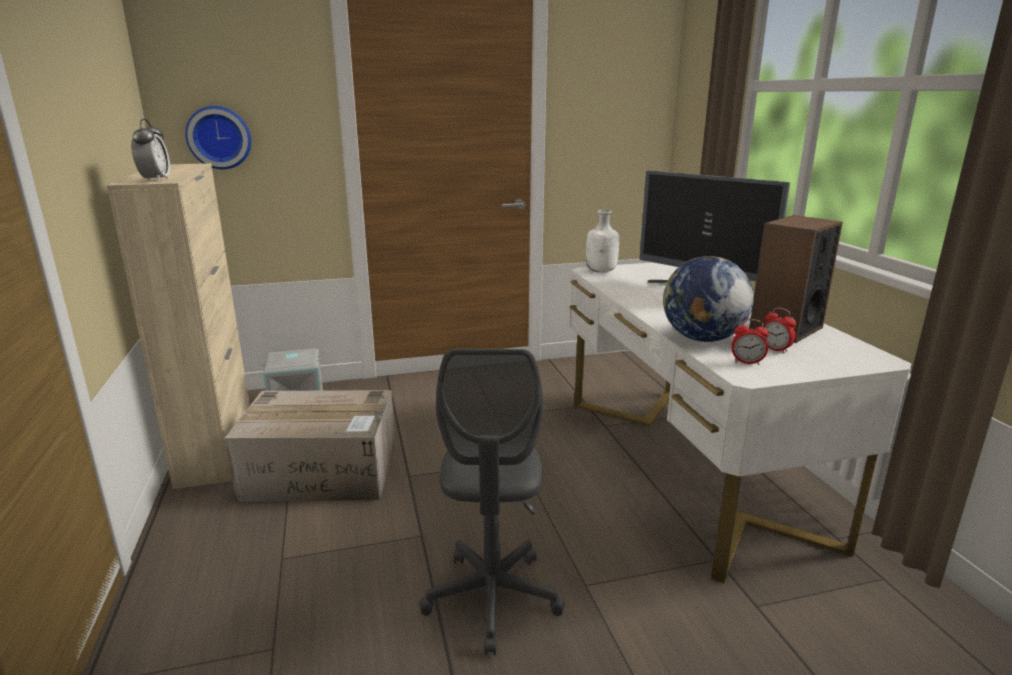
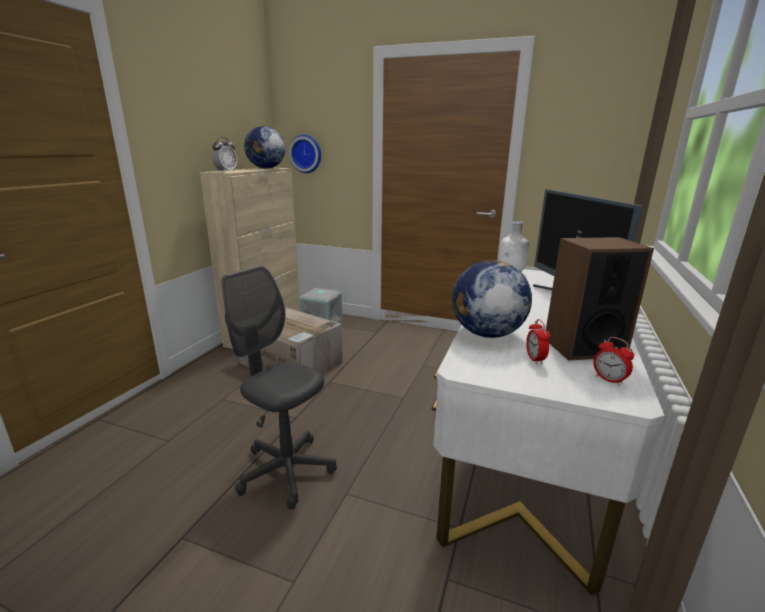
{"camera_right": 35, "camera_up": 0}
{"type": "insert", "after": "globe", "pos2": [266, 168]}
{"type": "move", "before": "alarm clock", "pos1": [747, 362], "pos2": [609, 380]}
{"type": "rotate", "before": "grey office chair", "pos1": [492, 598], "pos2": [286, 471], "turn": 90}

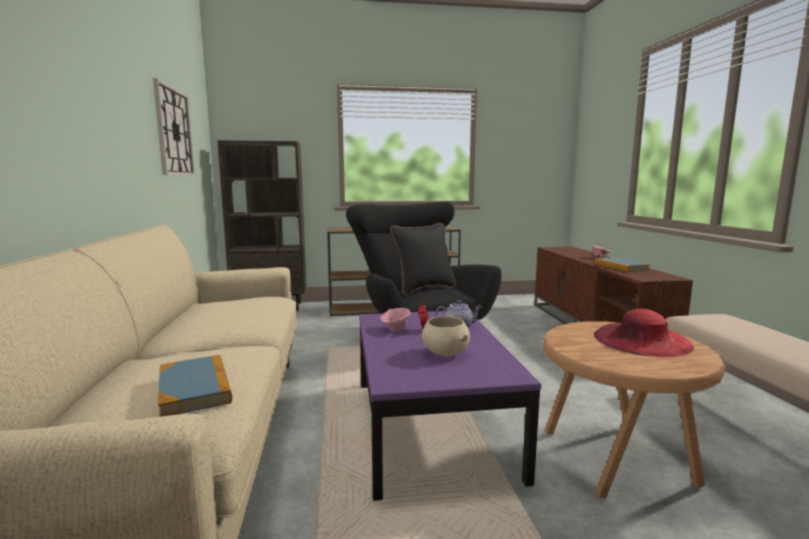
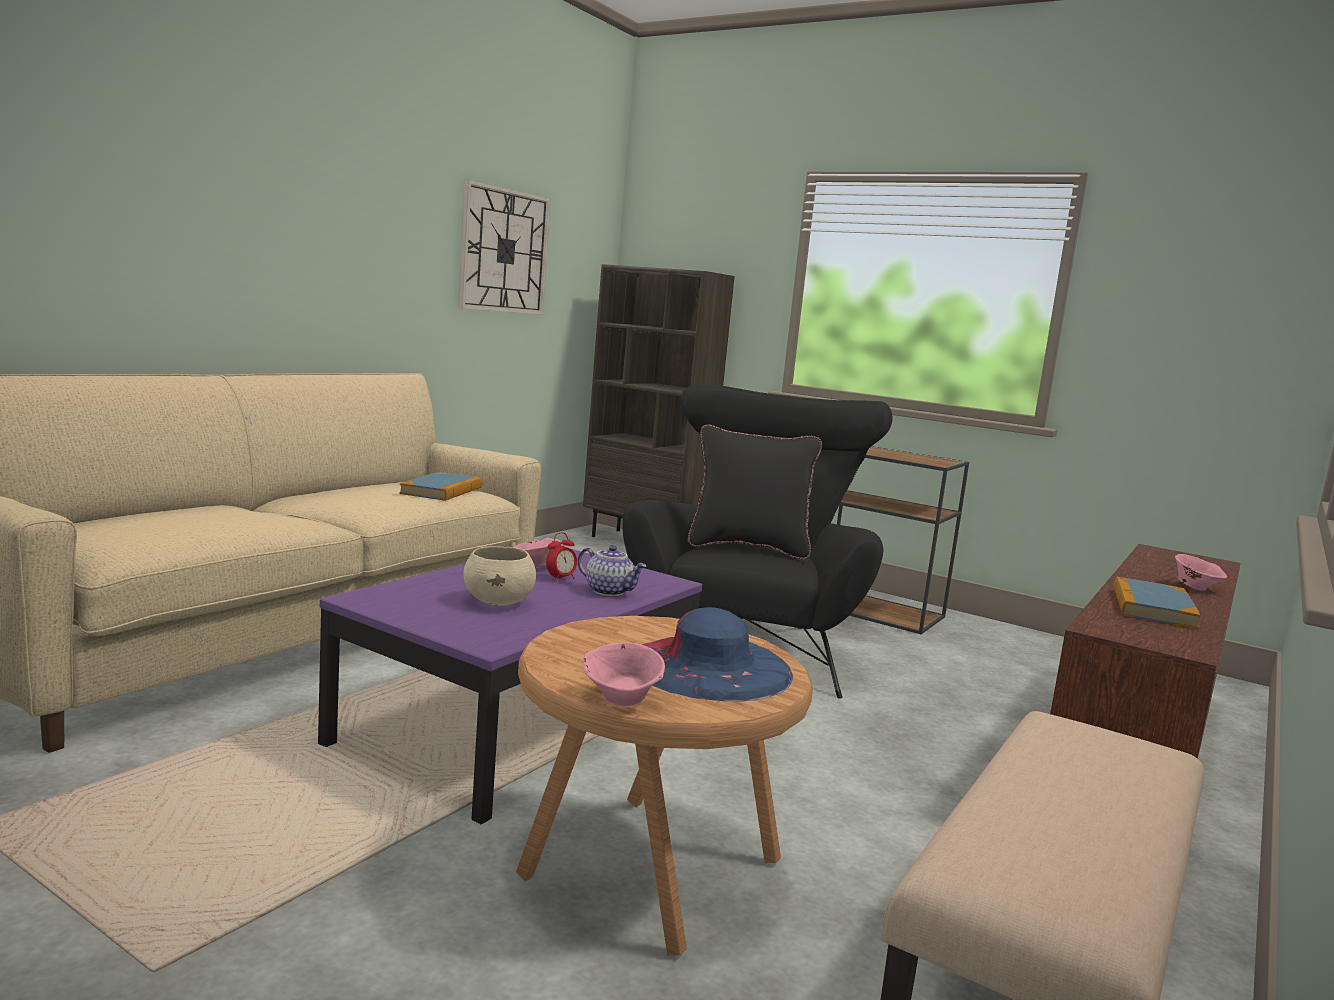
{"camera_right": 40, "camera_up": 0}
{"type": "insert", "after": "pink bowl", "pos2": [622, 700]}
{"type": "move", "before": "book", "pos1": [194, 388], "pos2": [442, 490]}
{"type": "recolor", "before": "red hat", "after": "blue hat", "pos1": [641, 340], "pos2": [709, 667]}

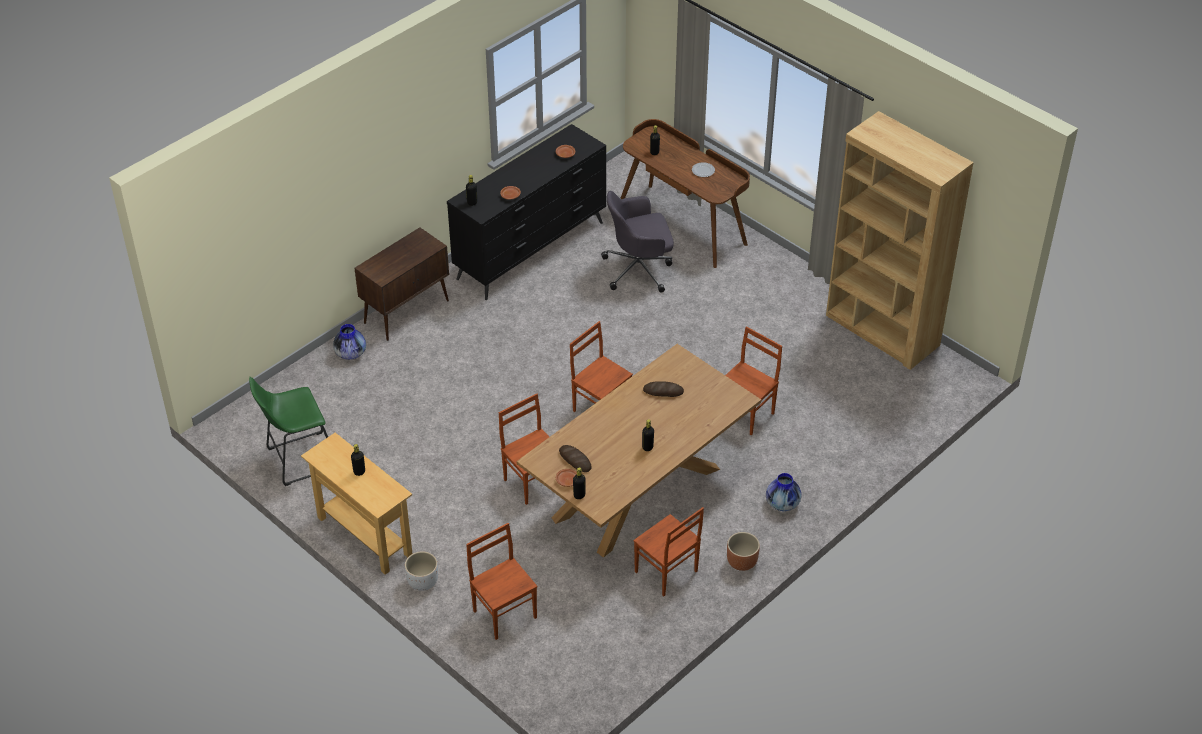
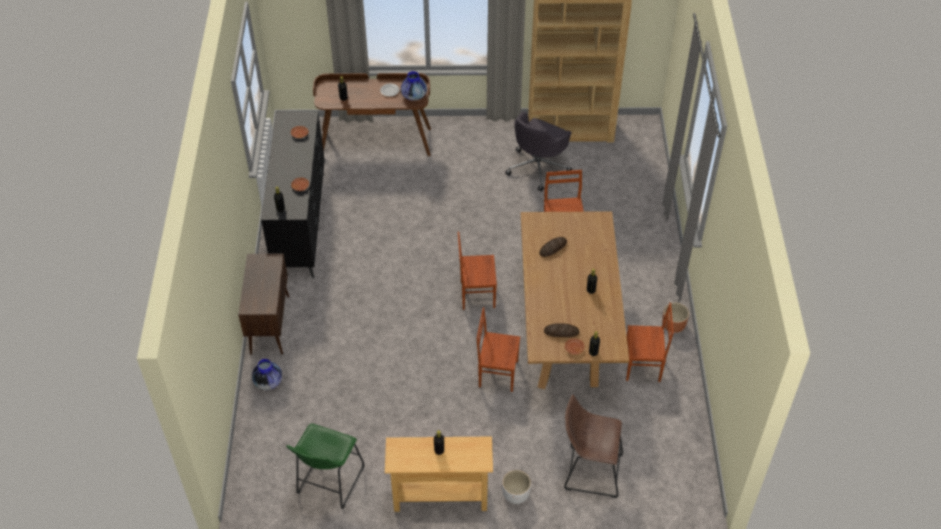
{"camera_right": -45, "camera_up": 5}
{"type": "move", "before": "grey office chair", "pos1": [639, 269], "pos2": [538, 167]}
{"type": "move", "before": "vase", "pos1": [782, 504], "pos2": [414, 96]}
{"type": "replace", "before": "brown chair", "after": "brown stool", "pos1": [505, 613], "pos2": [589, 470]}

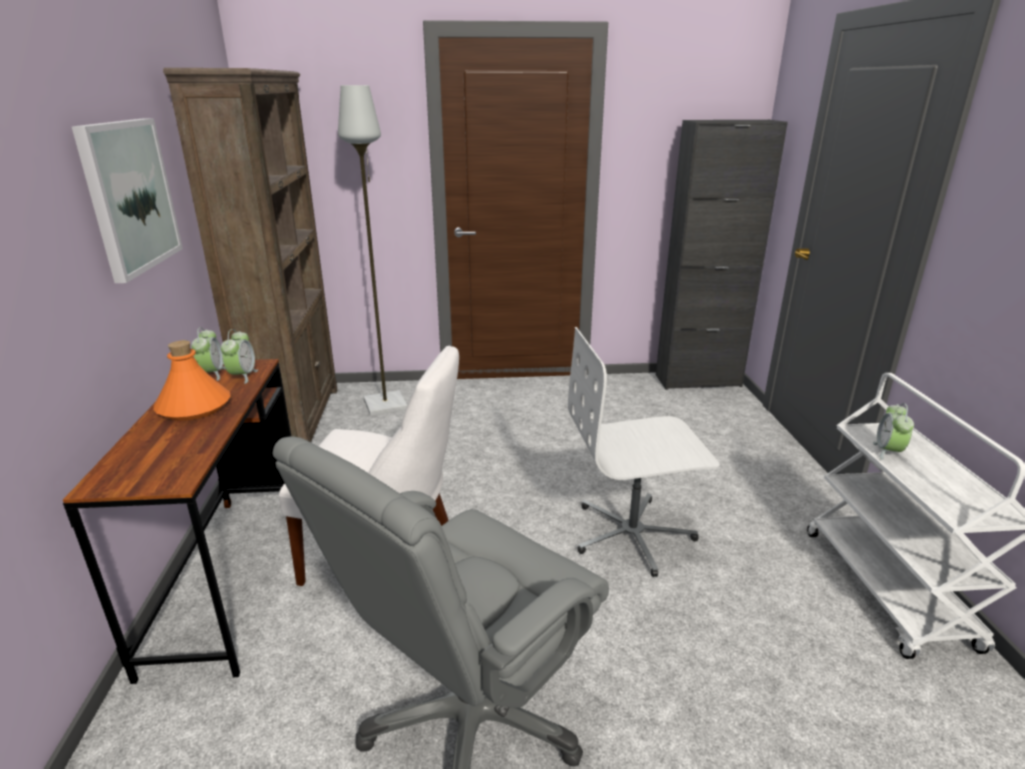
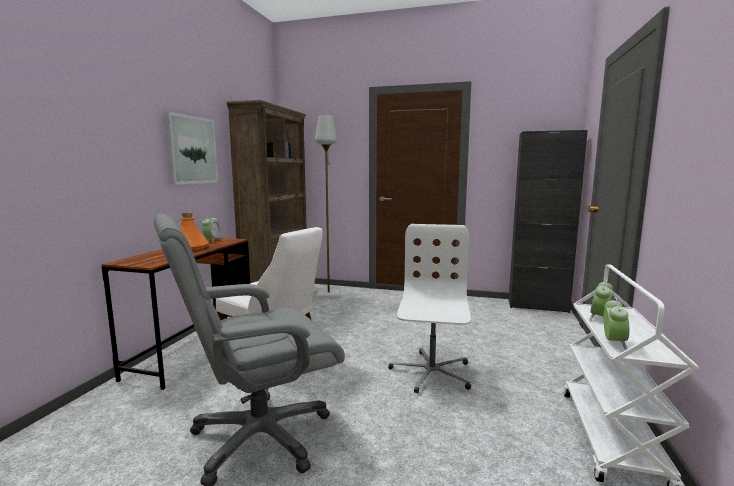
{"camera_right": 20, "camera_up": -15}
{"type": "move", "before": "alarm clock", "pos1": [242, 376], "pos2": [613, 343]}
{"type": "rotate", "before": "white office chair", "pos1": [633, 534], "pos2": [431, 372], "turn": 90}

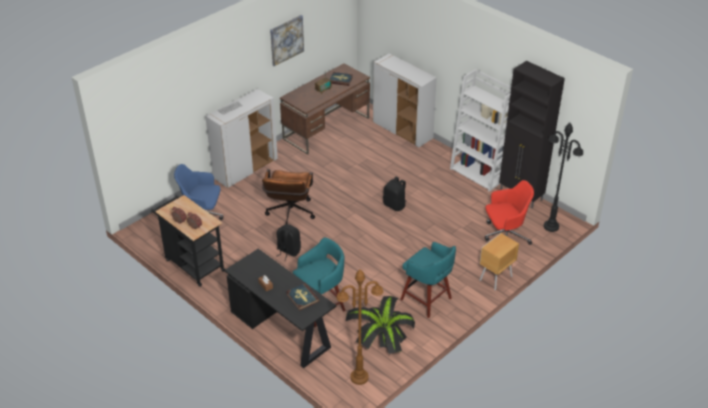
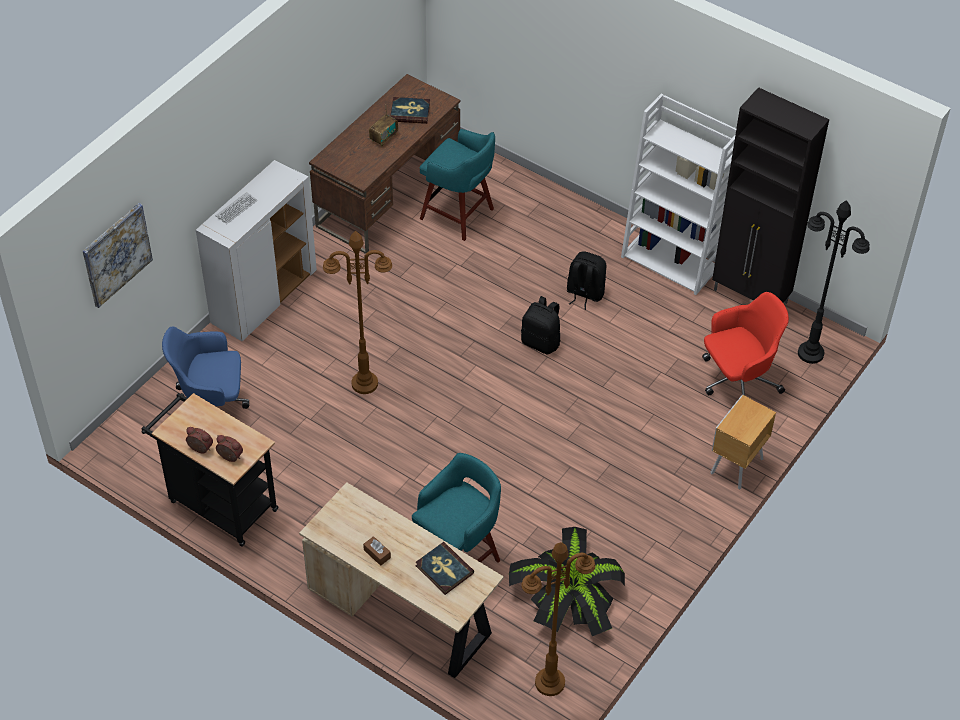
{"camera_right": -10, "camera_up": 10}
{"type": "delete", "before": "white cabinet", "pos1": [403, 131]}
{"type": "move", "before": "picture", "pos1": [286, 40], "pos2": [116, 254]}
{"type": "move", "before": "black backpack", "pos1": [288, 251], "pos2": [584, 293]}
{"type": "move", "before": "turquoise stool", "pos1": [427, 300], "pos2": [459, 215]}
{"type": "replace", "before": "brown office chair", "after": "brown floor lamp", "pos1": [289, 215], "pos2": [364, 384]}
{"type": "recolor", "before": "black desk", "after": "beige desk", "pos1": [282, 330], "pos2": [402, 612]}

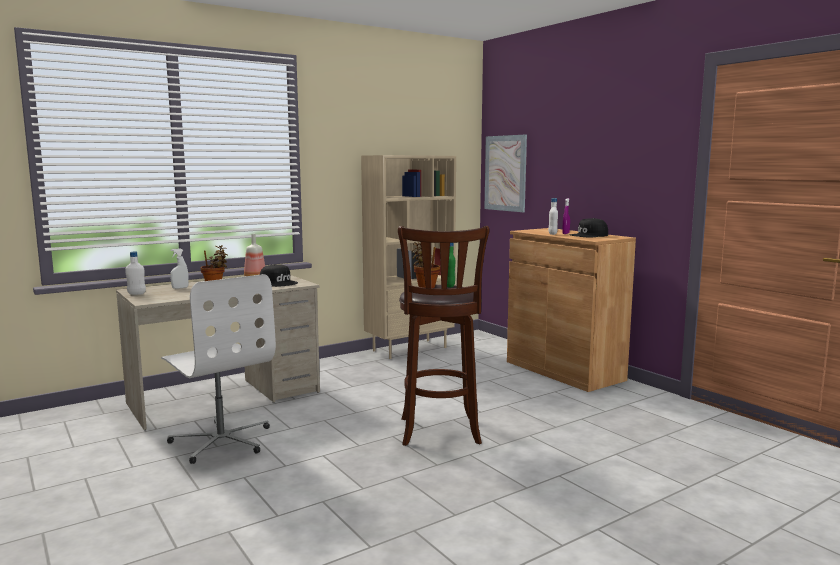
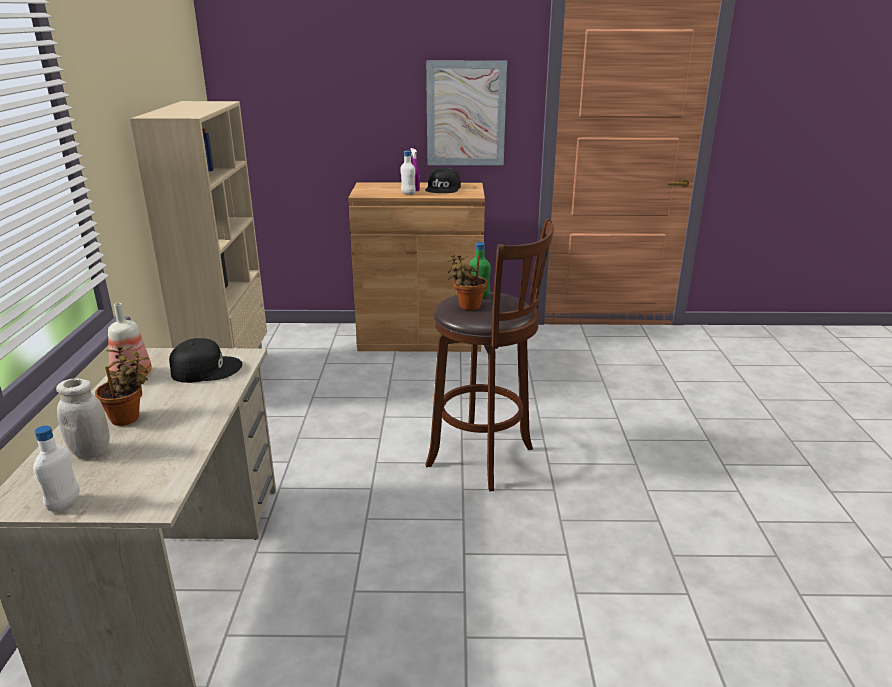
{"camera_right": -55, "camera_up": 15}
{"type": "delete", "before": "white office chair", "pos1": [222, 441]}
{"type": "move", "before": "picture", "pos1": [505, 173], "pos2": [466, 114]}
{"type": "replace", "before": "white spray bottle", "after": "white jar", "pos1": [180, 288], "pos2": [91, 451]}

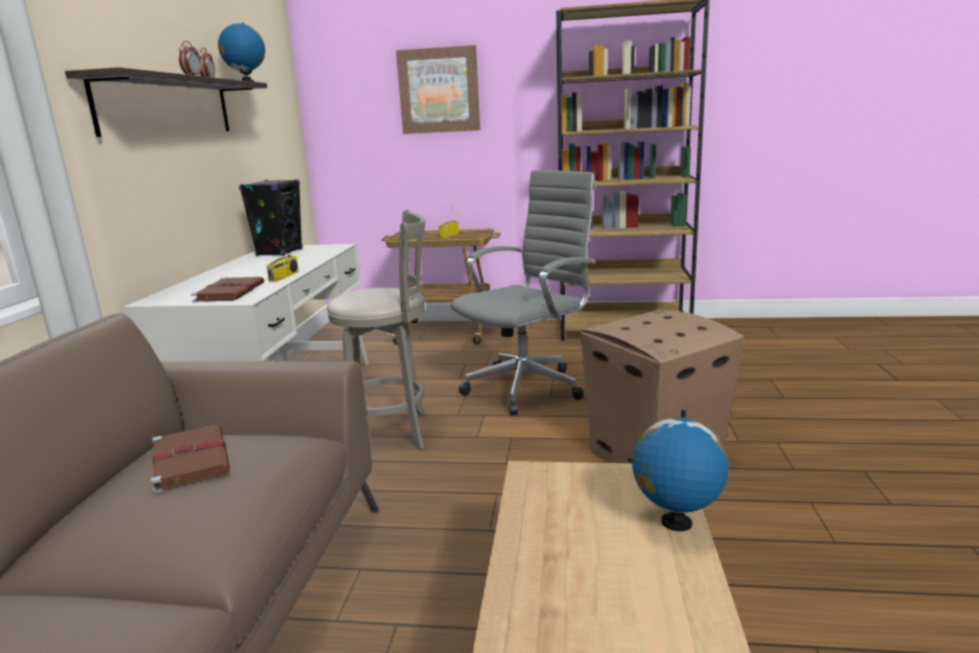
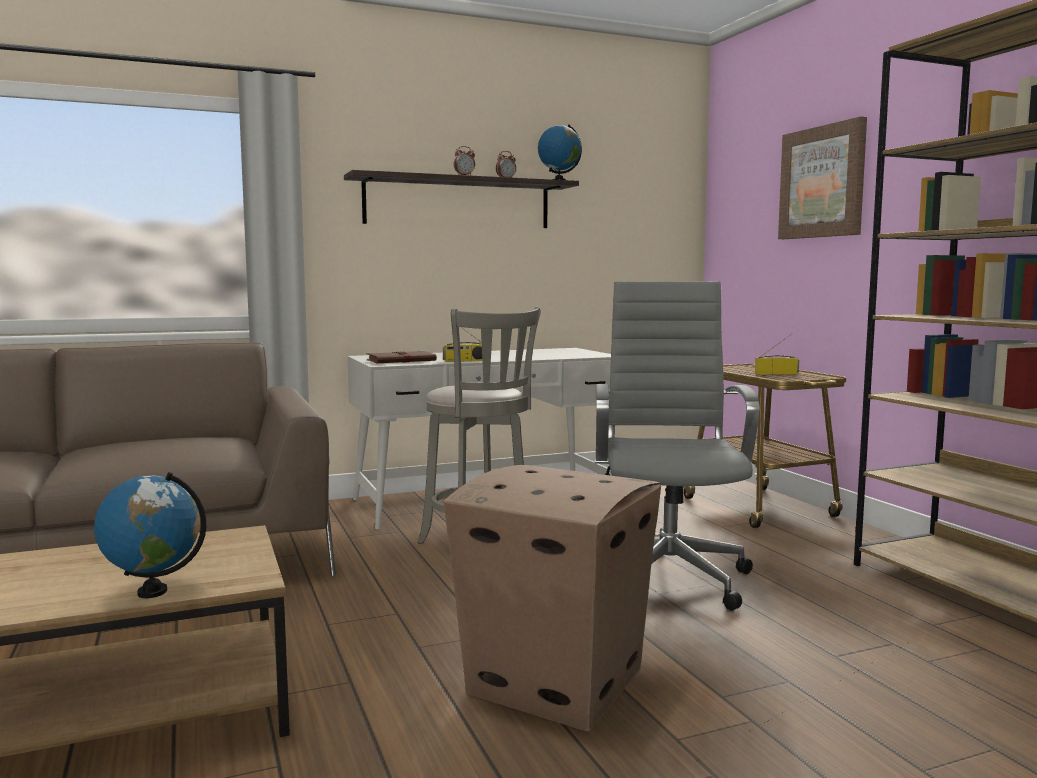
{"camera_right": 60, "camera_up": -10}
{"type": "delete", "before": "brown book", "pos1": [190, 459]}
{"type": "delete", "before": "black speaker", "pos1": [279, 252]}
{"type": "rotate", "before": "grey office chair", "pos1": [528, 387], "pos2": [668, 576], "turn": -105}

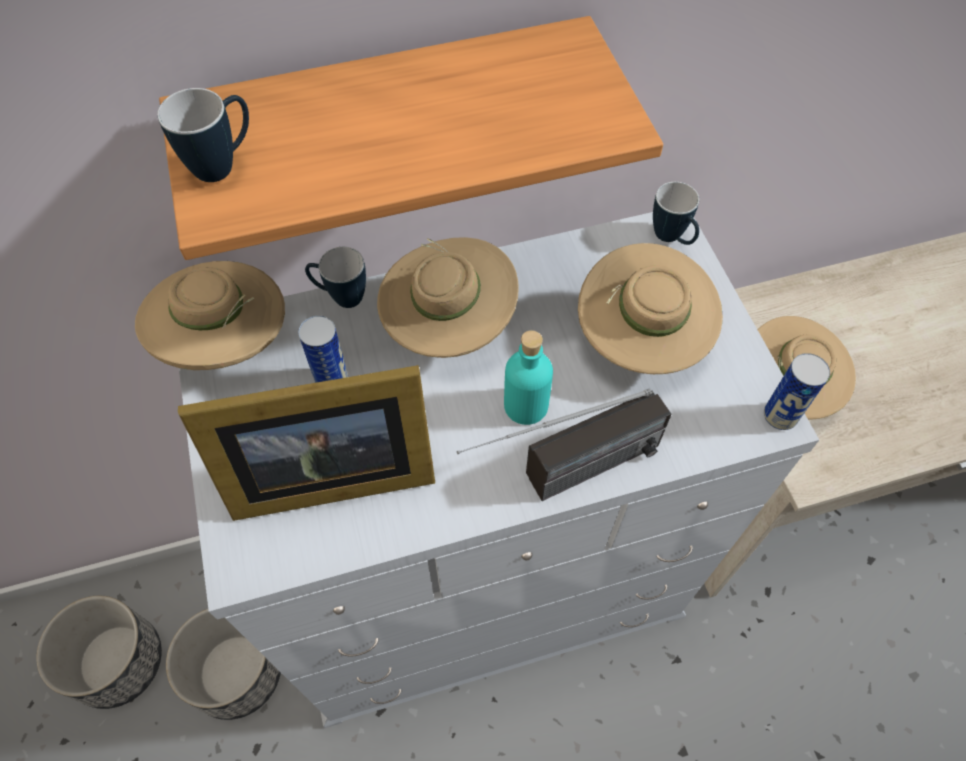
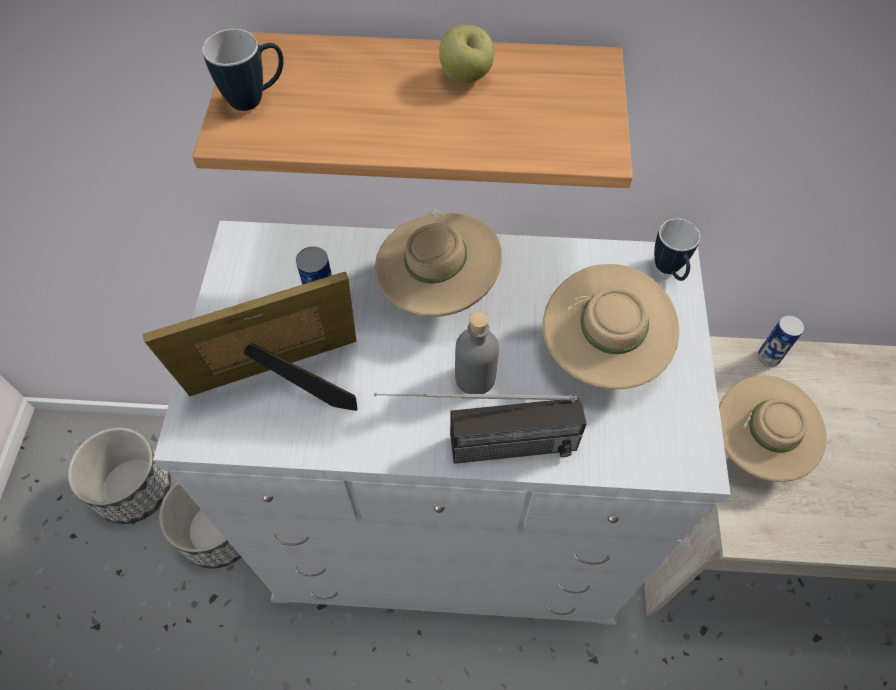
{"camera_right": 20, "camera_up": 0}
{"type": "delete", "before": "beige hat", "pos1": [226, 343]}
{"type": "delete", "before": "mug", "pos1": [340, 297]}
{"type": "insert", "after": "apple", "pos2": [466, 77]}
{"type": "move", "before": "can", "pos1": [780, 416], "pos2": [768, 357]}
{"type": "recolor", "before": "turquoise bottle", "after": "grey bottle", "pos1": [526, 405], "pos2": [475, 377]}
{"type": "rotate", "before": "picture frame", "pos1": [325, 475], "pos2": [285, 382], "turn": 150}

